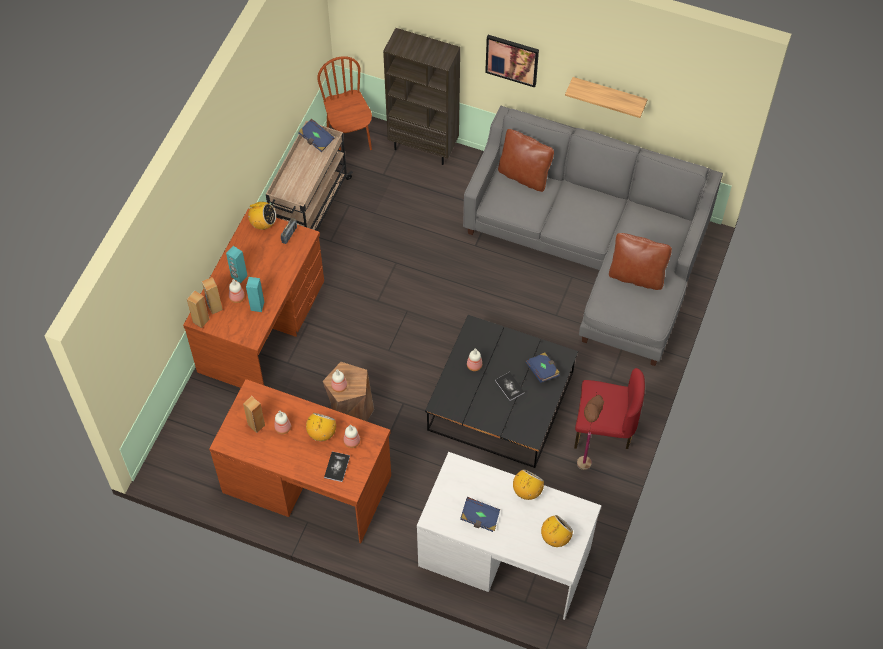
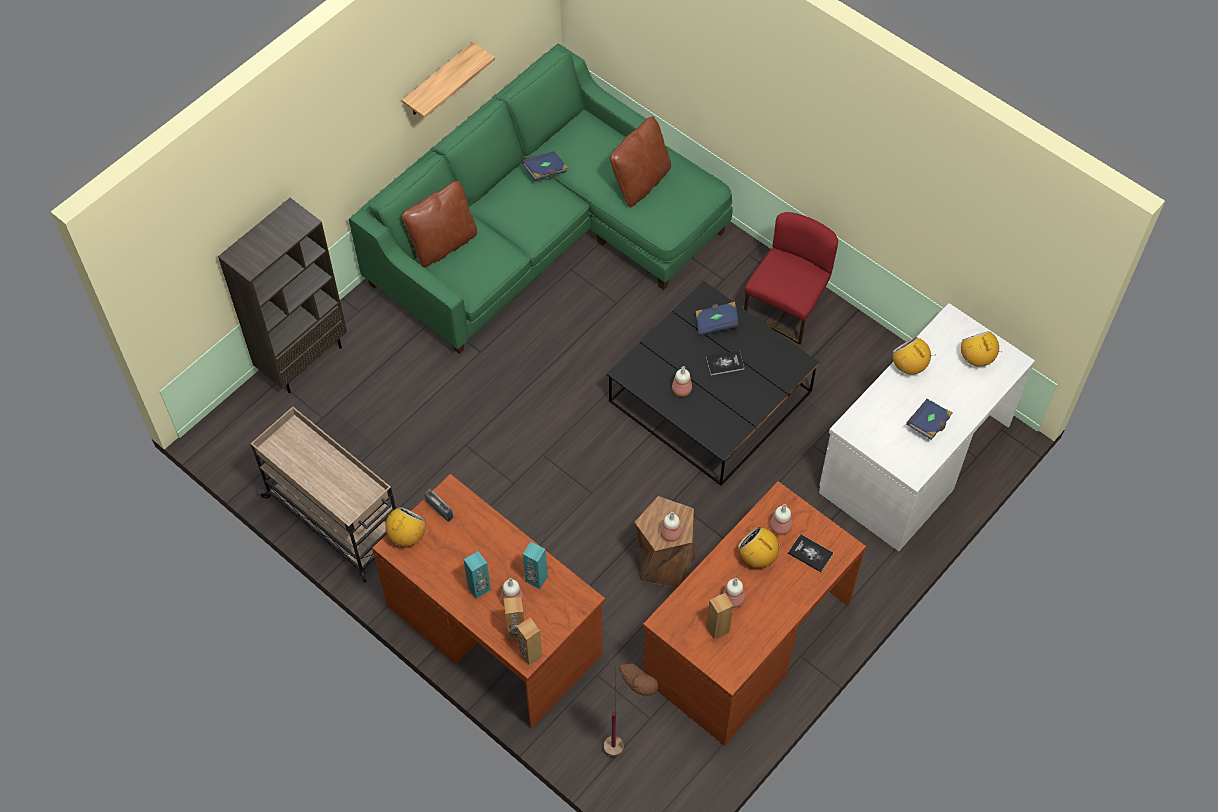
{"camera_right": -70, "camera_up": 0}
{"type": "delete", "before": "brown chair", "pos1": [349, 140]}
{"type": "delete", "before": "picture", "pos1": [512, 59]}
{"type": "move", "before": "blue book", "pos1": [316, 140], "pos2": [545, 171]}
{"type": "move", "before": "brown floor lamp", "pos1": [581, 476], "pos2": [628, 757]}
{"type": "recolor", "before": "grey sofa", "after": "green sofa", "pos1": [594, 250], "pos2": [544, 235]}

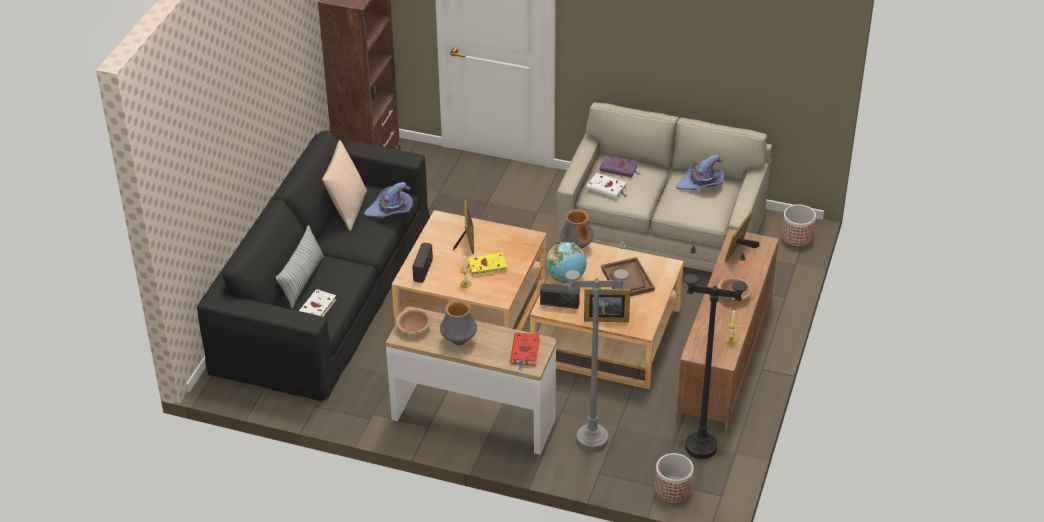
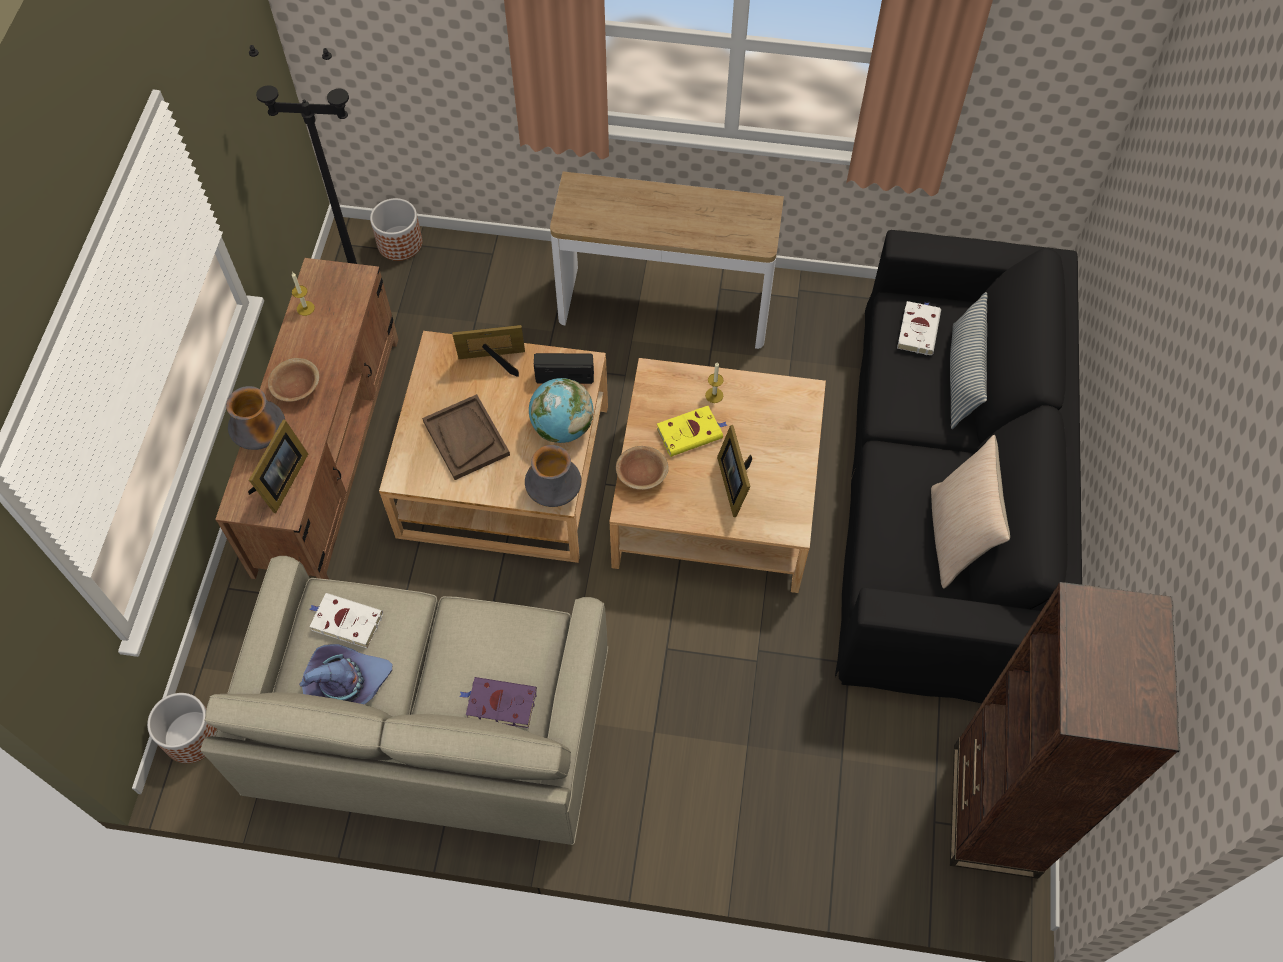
{"camera_right": 170, "camera_up": 20}
{"type": "delete", "before": "purple hat", "pos1": [391, 210]}
{"type": "delete", "before": "radio", "pos1": [423, 270]}
{"type": "delete", "before": "red book", "pos1": [525, 352]}
{"type": "delete", "before": "grey floor lamp", "pos1": [592, 439]}
{"type": "move", "before": "brown bowl", "pos1": [413, 327], "pos2": [641, 474]}
{"type": "move", "before": "vase", "pos1": [459, 341], "pos2": [263, 438]}
{"type": "move", "before": "white book", "pos1": [607, 188], "pos2": [345, 622]}

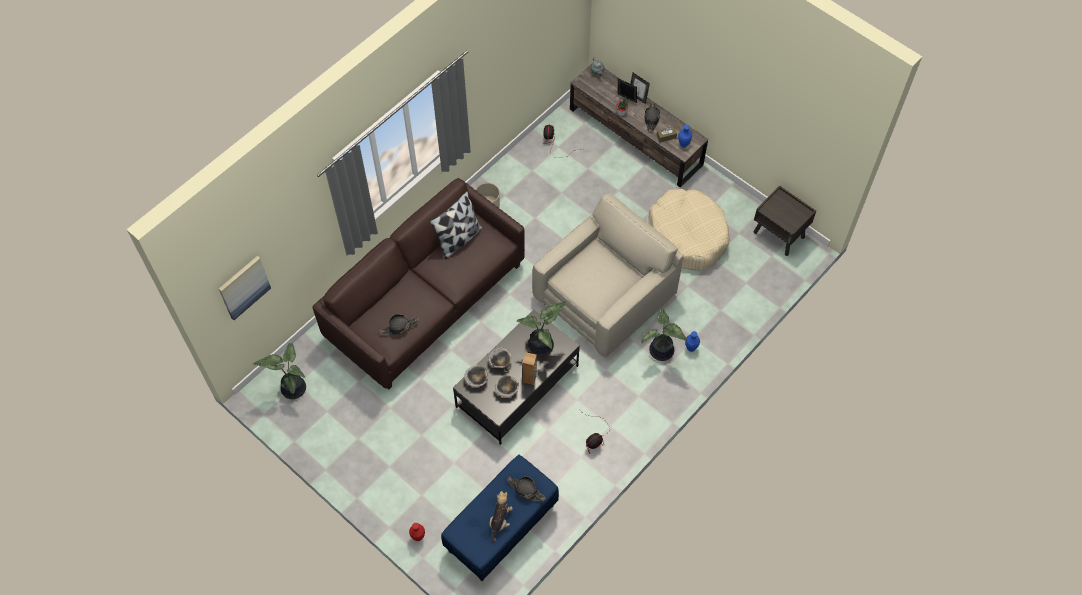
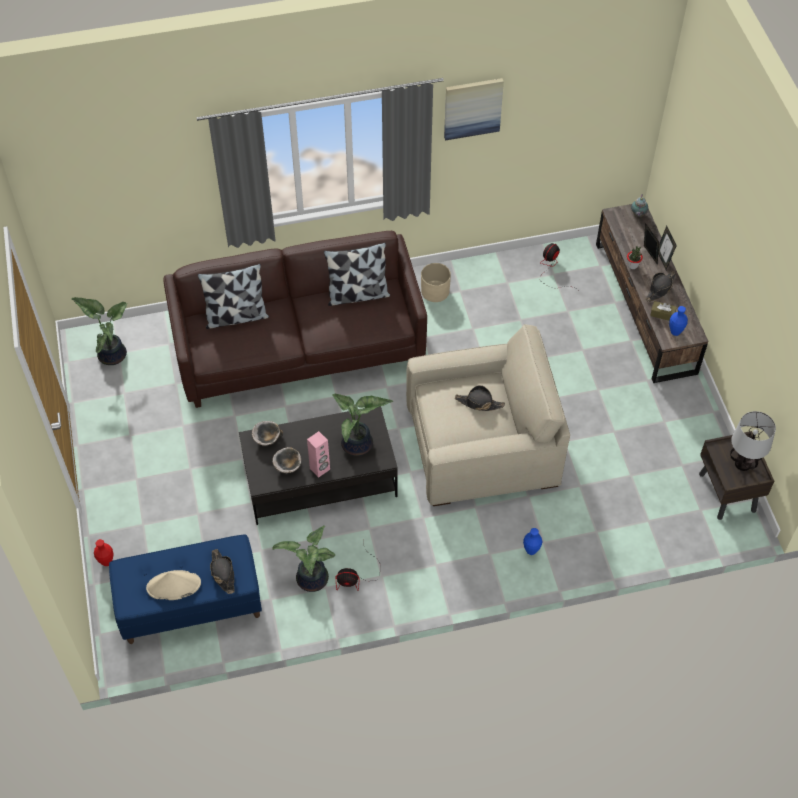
{"camera_right": 35, "camera_up": -5}
{"type": "delete", "before": "bowl", "pos1": [500, 362]}
{"type": "delete", "before": "beige dog bed", "pos1": [688, 235]}
{"type": "insert", "after": "pillow", "pos2": [236, 316]}
{"type": "insert", "after": "table lamp", "pos2": [742, 463]}
{"type": "move", "before": "picture", "pos1": [244, 287], "pos2": [472, 108]}
{"type": "move", "before": "black hat", "pos1": [399, 327], "pos2": [479, 403]}
{"type": "move", "before": "potted plant", "pos1": [661, 352], "pos2": [311, 580]}
{"type": "replace", "before": "plush toy", "after": "beige hat", "pos1": [500, 520], "pos2": [173, 586]}
{"type": "recolor", "before": "brown speaker", "after": "pink speaker", "pos1": [530, 378], "pos2": [320, 469]}

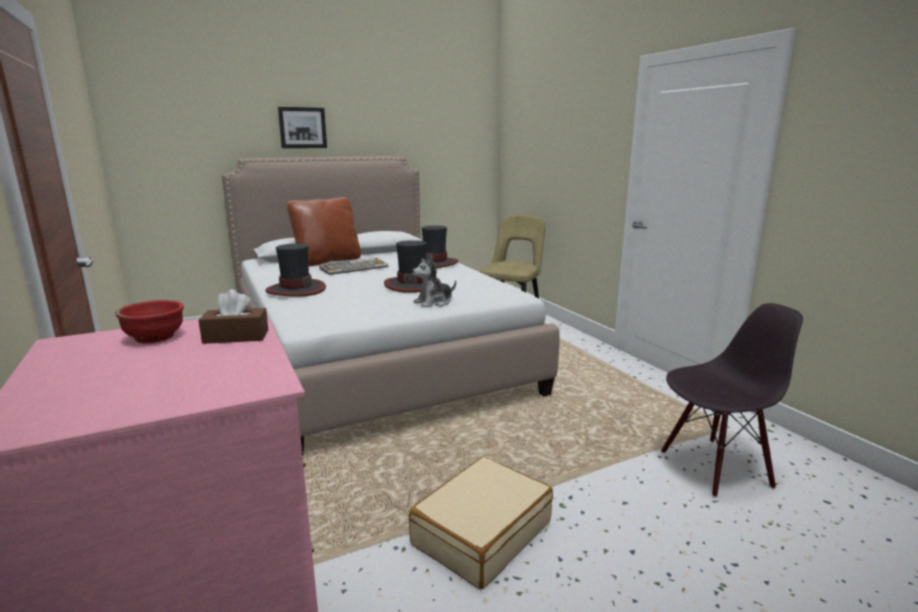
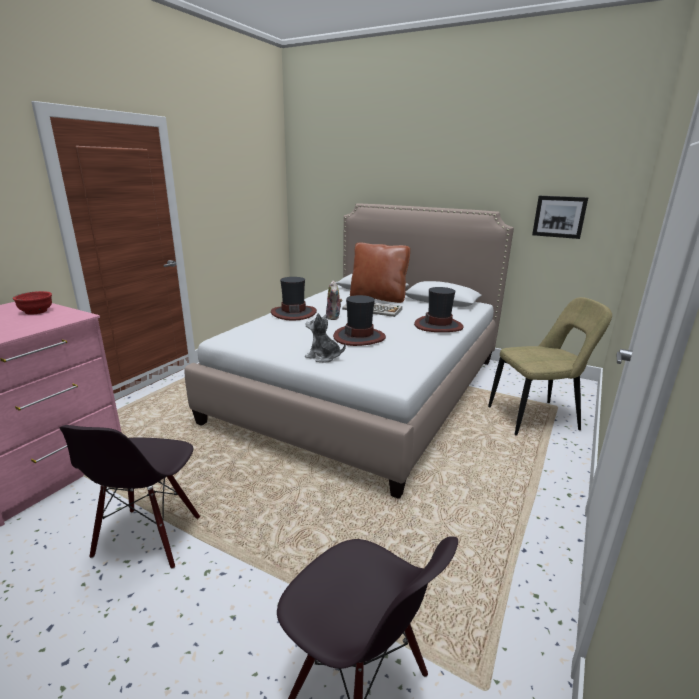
{"camera_right": 55, "camera_up": 5}
{"type": "delete", "before": "brown tissue box", "pos1": [236, 337]}
{"type": "insert", "after": "plush toy", "pos2": [334, 317]}
{"type": "move", "before": "picture", "pos1": [302, 127], "pos2": [559, 216]}
{"type": "replace", "before": "beige suitcase", "after": "black chair", "pos1": [481, 533], "pos2": [149, 537]}

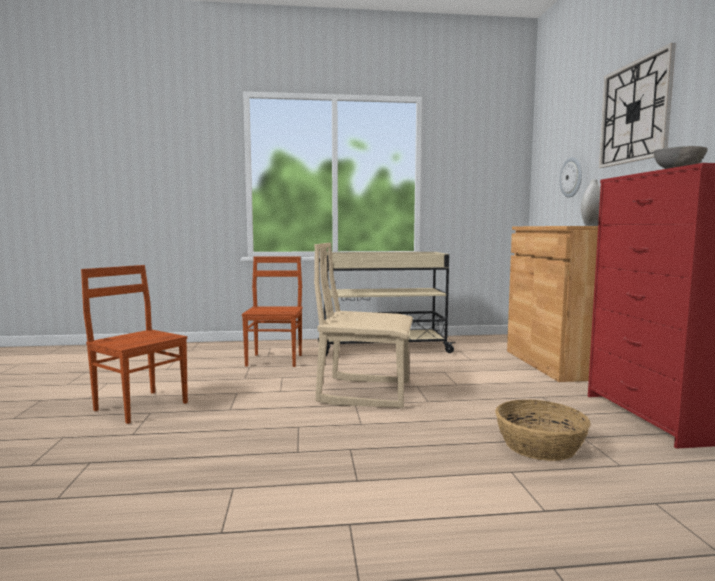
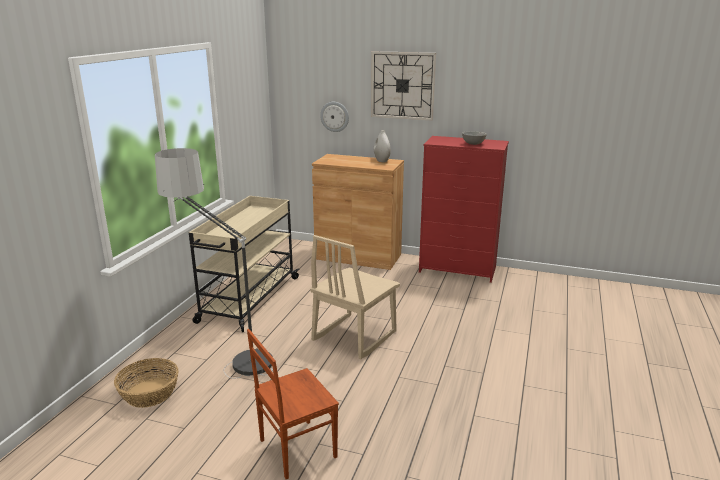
{"camera_right": -65, "camera_up": 15}
{"type": "move", "before": "basket", "pos1": [539, 446], "pos2": [149, 393]}
{"type": "replace", "before": "brown chair", "after": "floor lamp", "pos1": [275, 360], "pos2": [225, 357]}

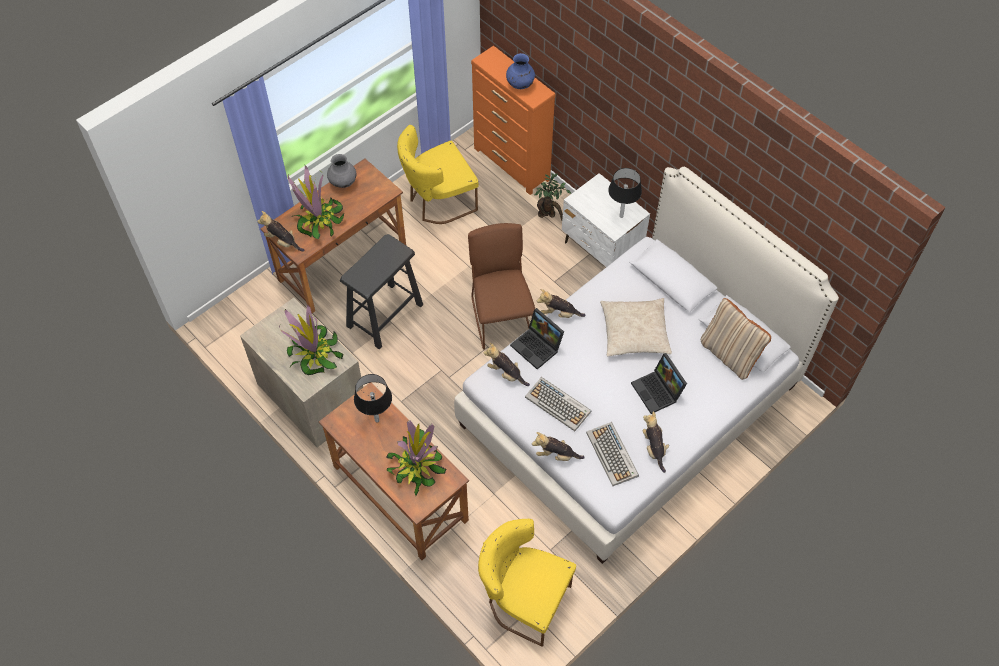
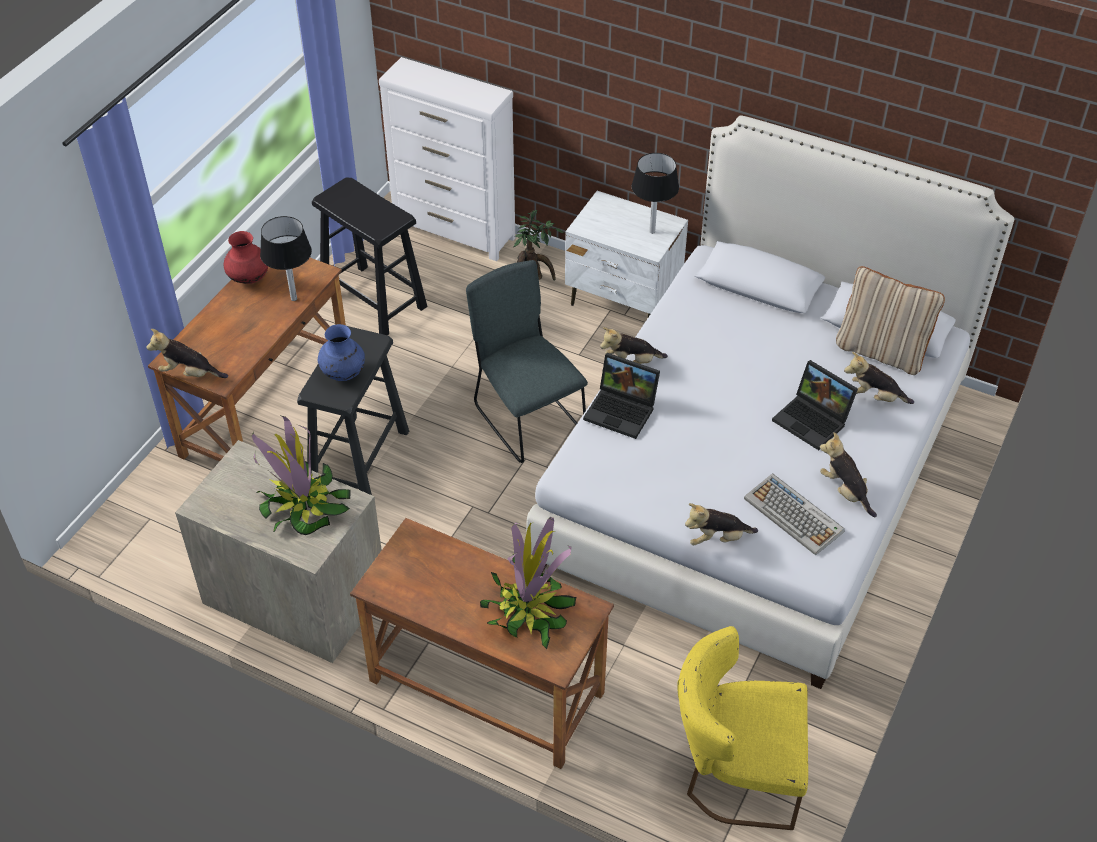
{"camera_right": -20, "camera_up": -10}
{"type": "delete", "before": "potted plant", "pos1": [318, 220]}
{"type": "delete", "before": "keyboard", "pos1": [558, 404]}
{"type": "delete", "before": "beige pillow", "pos1": [634, 332]}
{"type": "move", "before": "black table lamp", "pos1": [377, 420], "pos2": [293, 298]}
{"type": "move", "before": "plush toy", "pos1": [506, 373], "pos2": [874, 397]}
{"type": "move", "before": "blue vase", "pos1": [520, 84], "pos2": [343, 373]}
{"type": "replace", "before": "yellow chair", "after": "black stool", "pos1": [438, 202], "pos2": [373, 300]}
{"type": "recolor", "before": "grey vase", "after": "red vase", "pos1": [343, 182], "pos2": [249, 279]}
{"type": "recolor", "before": "brown chair", "after": "grey chair", "pos1": [501, 316], "pos2": [526, 416]}
{"type": "recolor", "before": "orange dresser", "after": "white dresser", "pos1": [512, 164], "pos2": [455, 232]}

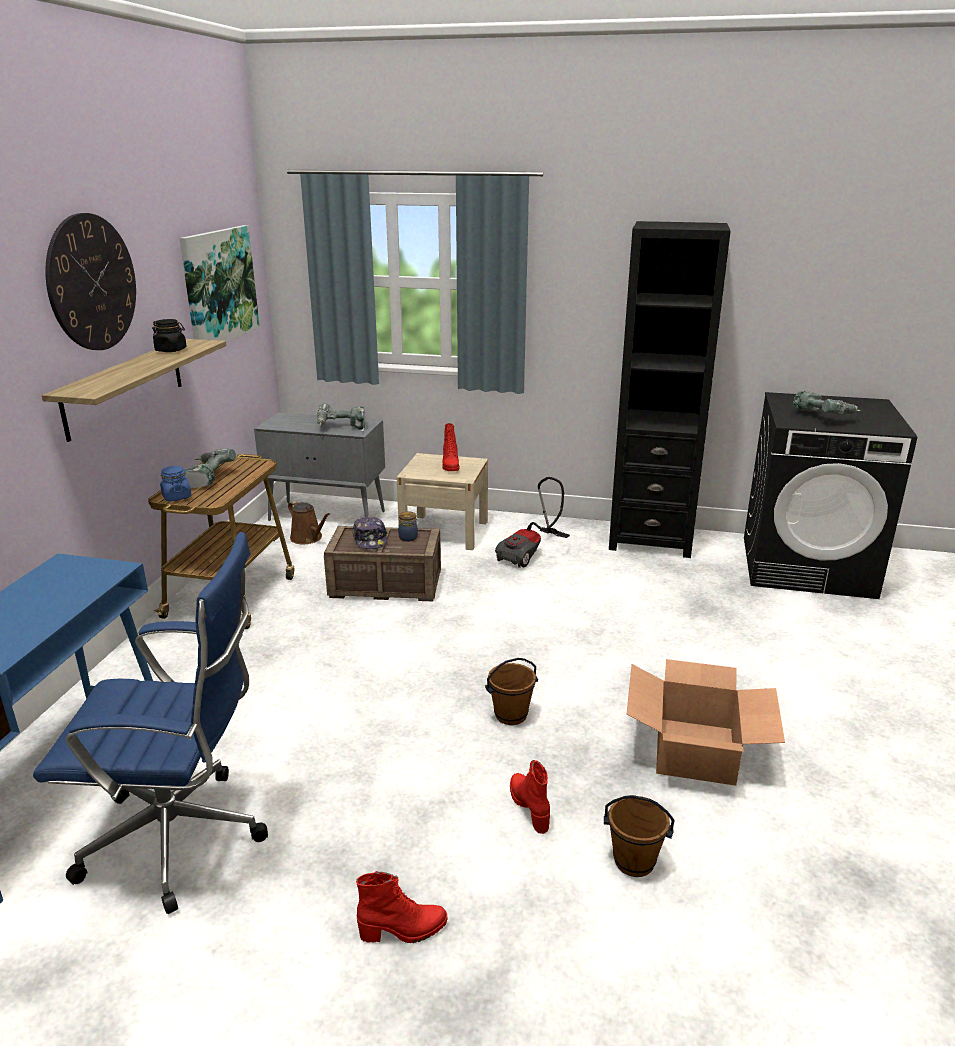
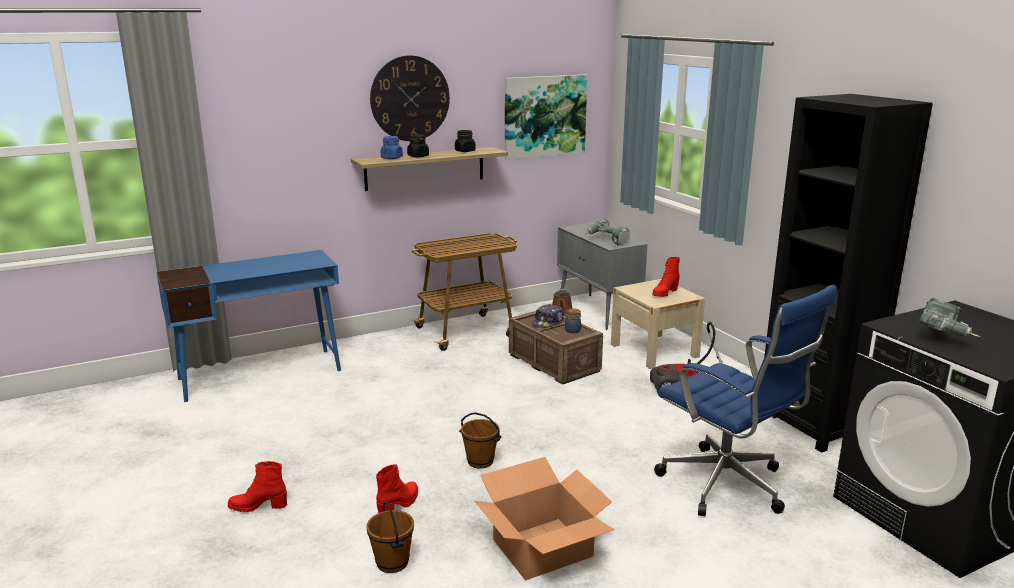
{"camera_right": 50, "camera_up": -5}
{"type": "delete", "before": "power drill", "pos1": [206, 479]}
{"type": "insert", "after": "black jar", "pos2": [418, 156]}
{"type": "move", "before": "blue office chair", "pos1": [183, 839], "pos2": [728, 486]}
{"type": "move", "before": "blue jar", "pos1": [176, 497], "pos2": [391, 158]}
{"type": "rotate", "before": "red boot", "pos1": [403, 931], "pos2": [258, 506], "turn": 135}

